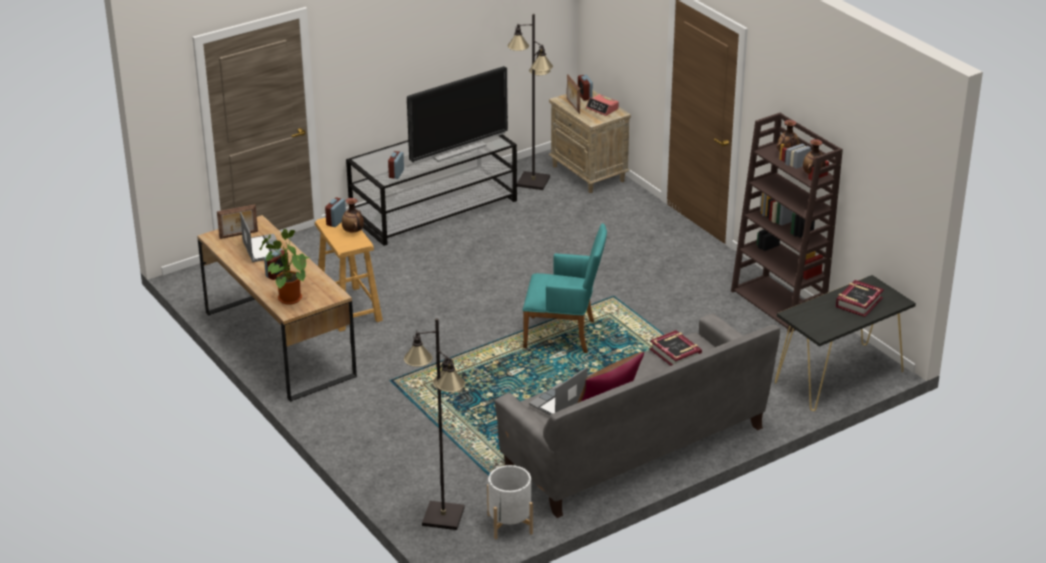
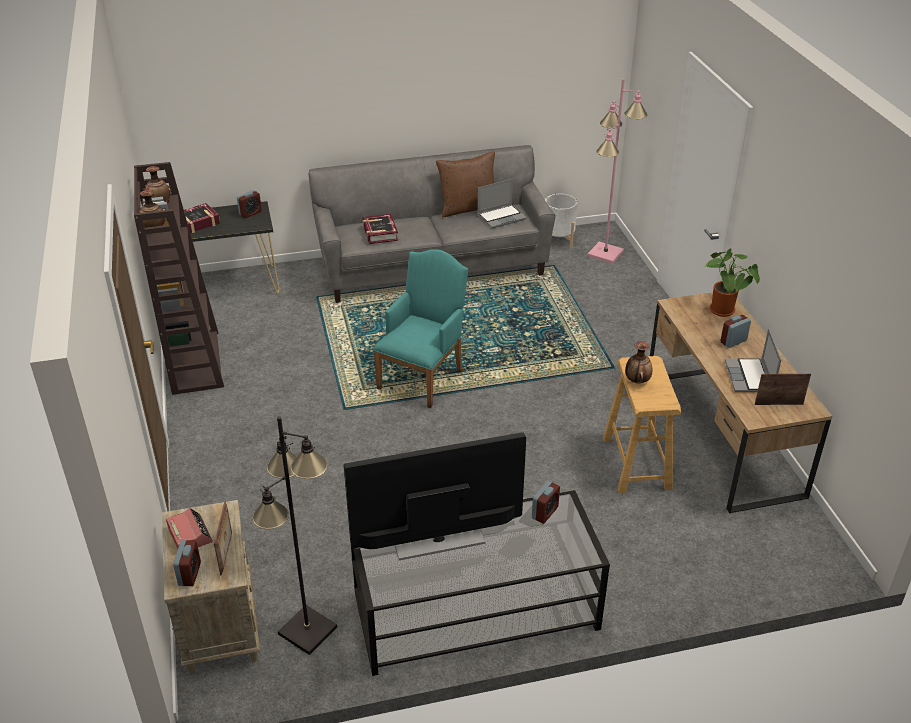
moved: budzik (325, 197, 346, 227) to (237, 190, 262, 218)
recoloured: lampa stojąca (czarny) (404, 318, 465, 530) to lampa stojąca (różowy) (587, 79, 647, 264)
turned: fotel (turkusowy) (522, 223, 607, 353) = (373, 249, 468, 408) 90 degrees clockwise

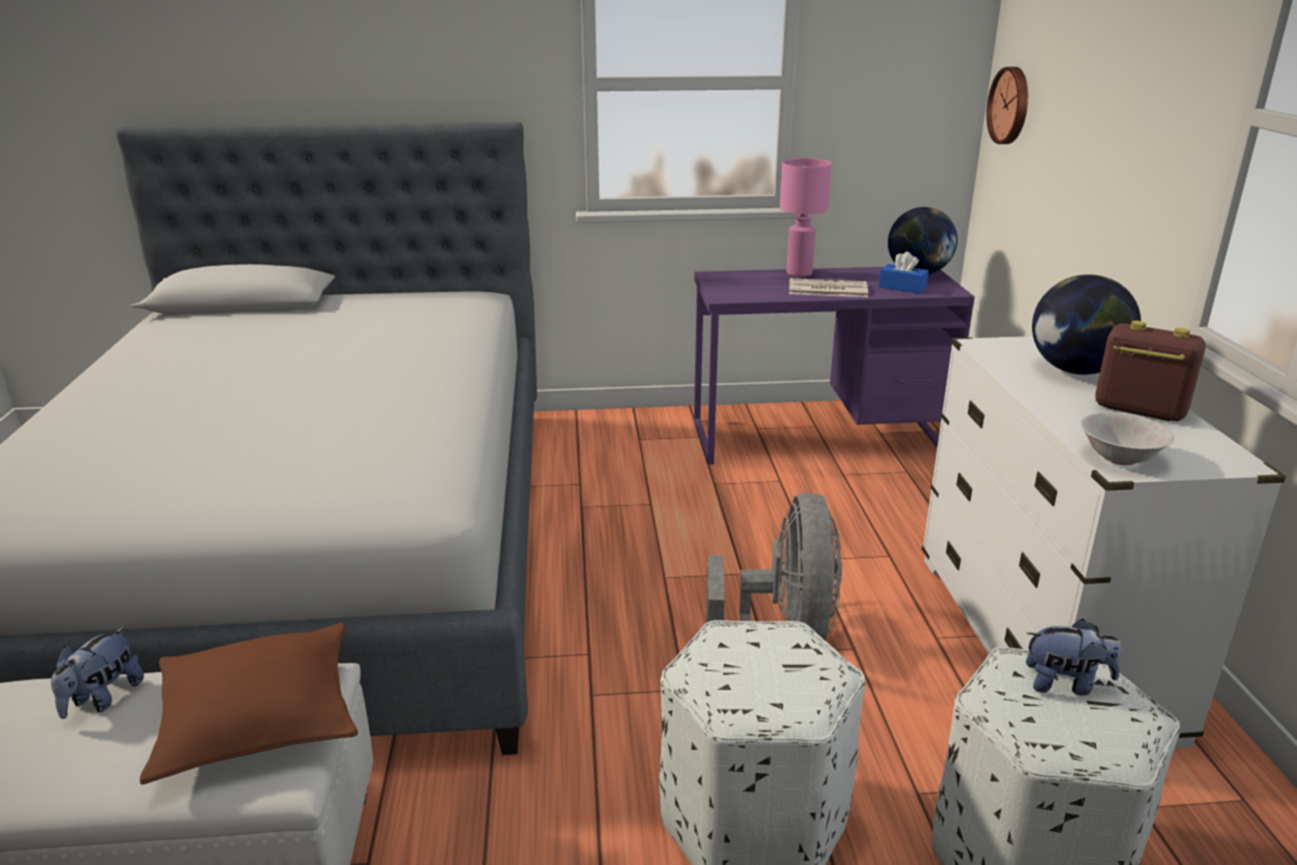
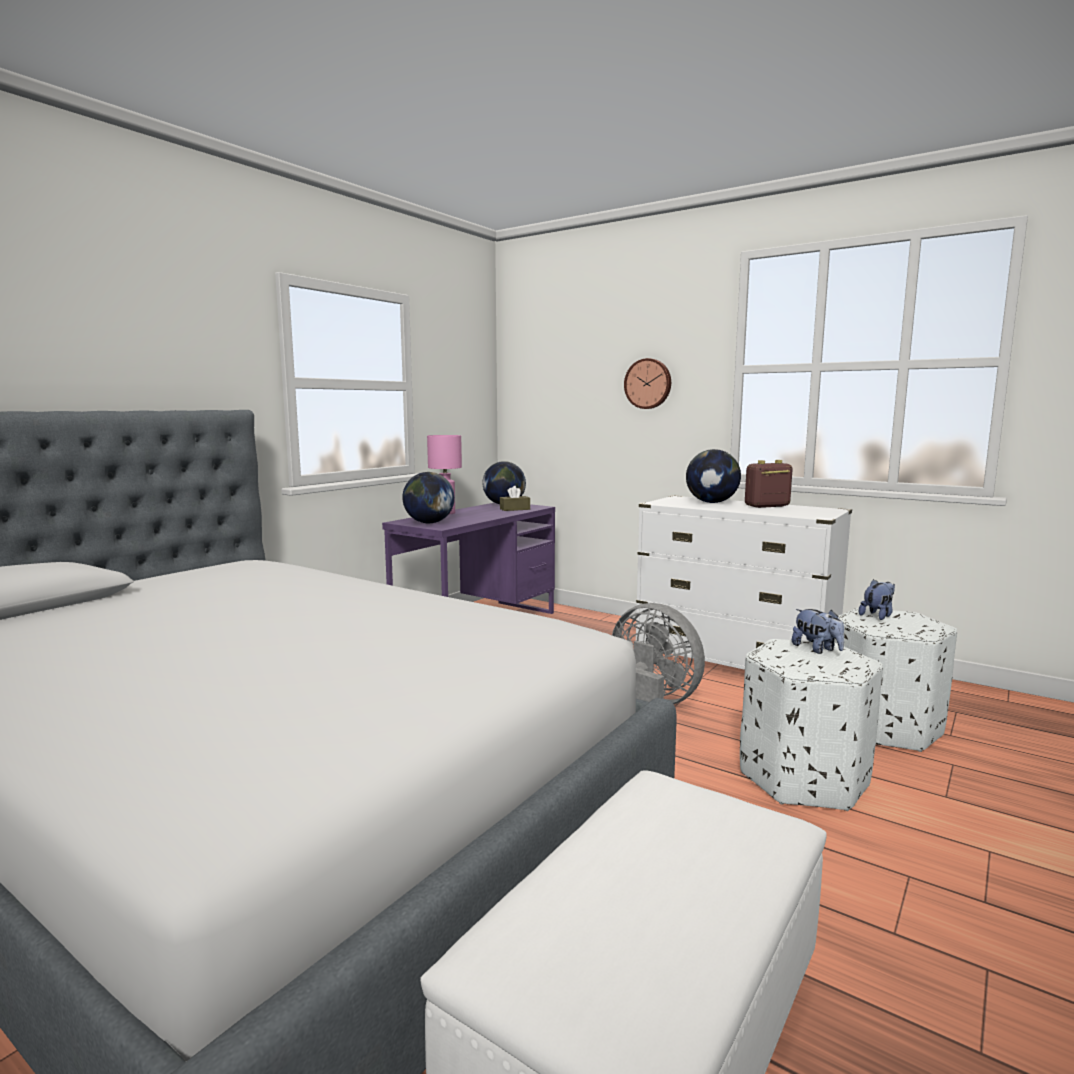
removed: poduszka (brązowy) (140, 622, 358, 785); gazeta (789, 278, 868, 297); miska (biały) (1080, 412, 1174, 465)
added: globus (402, 472, 455, 523)
moved: pluszak (51, 626, 144, 719) to (792, 609, 844, 654); zegar ścienny (987, 67, 1028, 144) to (624, 358, 671, 409)
recoloured: pudełko chusteczek (niebieski) (879, 252, 929, 294) to pudełko chusteczek (brązowy) (500, 486, 530, 511)

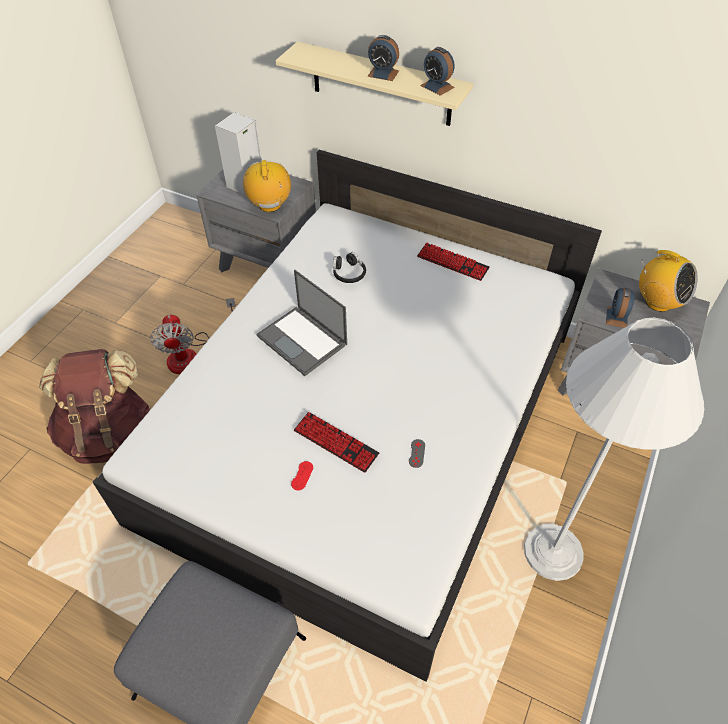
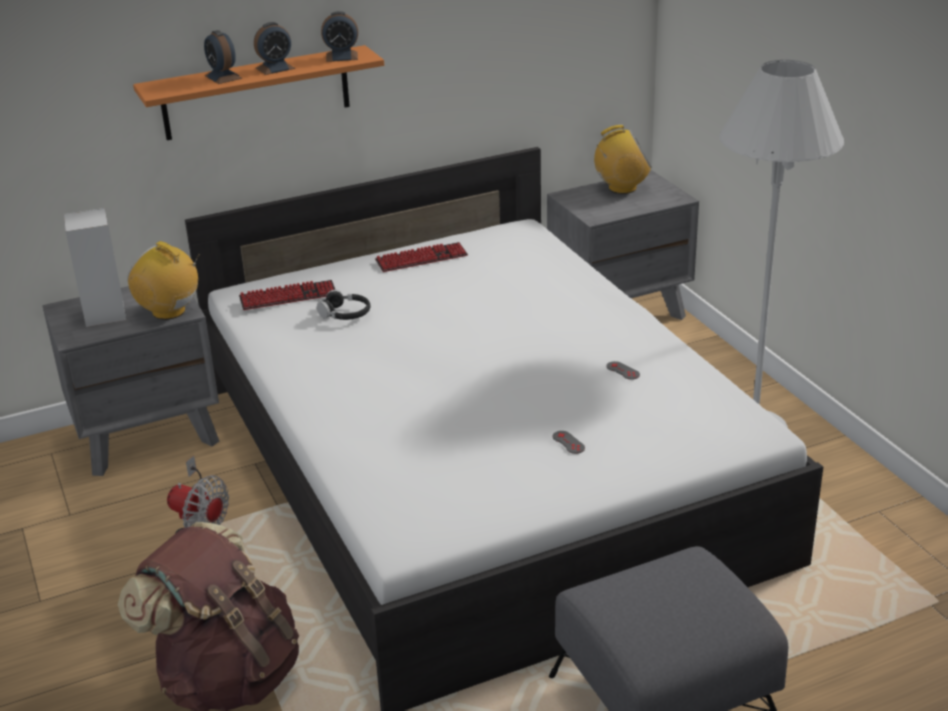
removed: laptop (257, 270, 347, 376)
moved: klawiatura (294, 412, 379, 473) to (239, 280, 335, 310); budzik (606, 288, 635, 328) to (204, 30, 242, 84)
recoloured: półka (beżowy) (276, 41, 473, 126) to półka (pomarańczowy) (133, 45, 384, 140); pad do gier (czerwony) (291, 461, 313, 490) to pad do gier (szary) (553, 431, 585, 454)

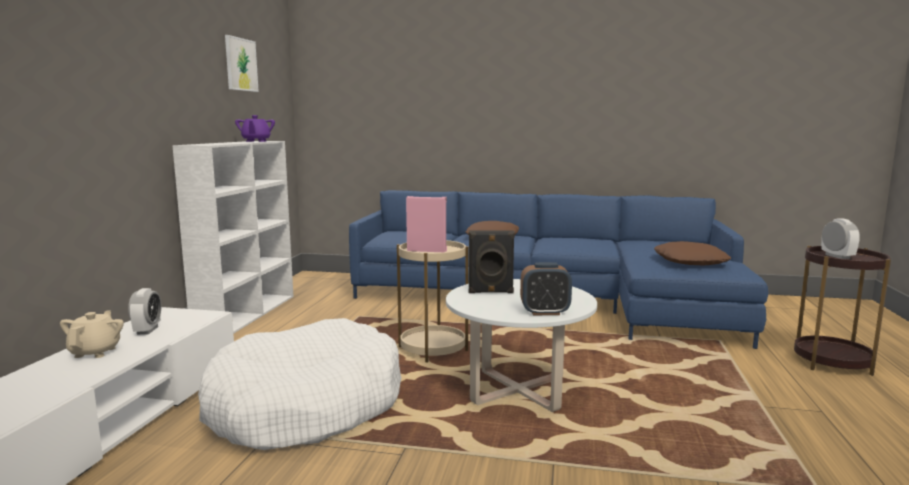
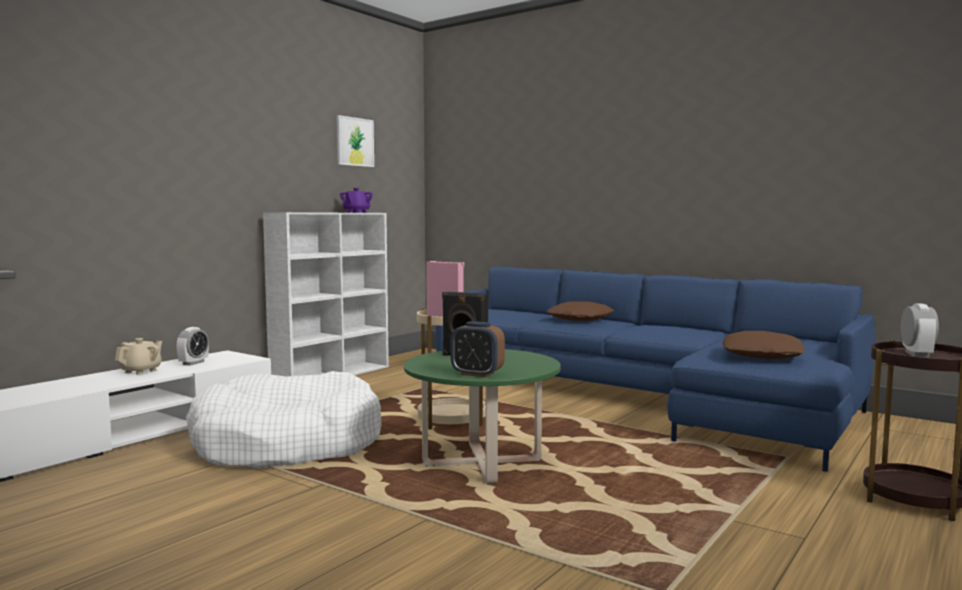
recoloured: ława (biały) (446, 279, 597, 412) to ława (zielony) (404, 349, 561, 483)

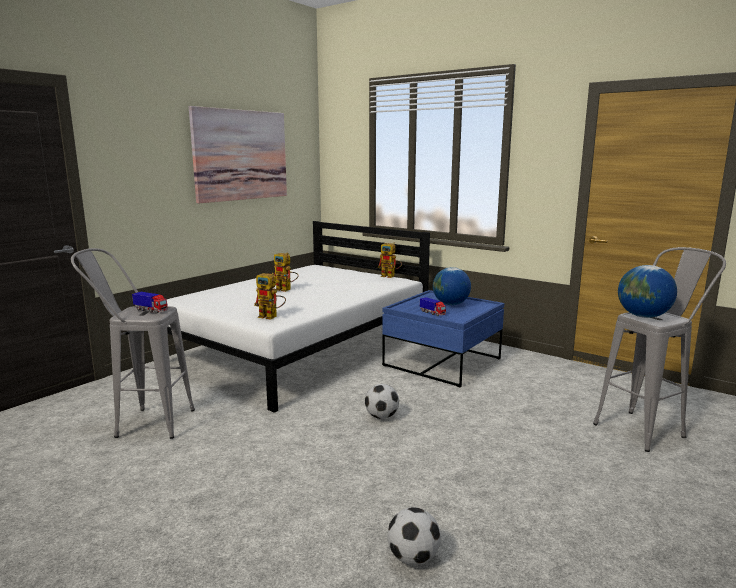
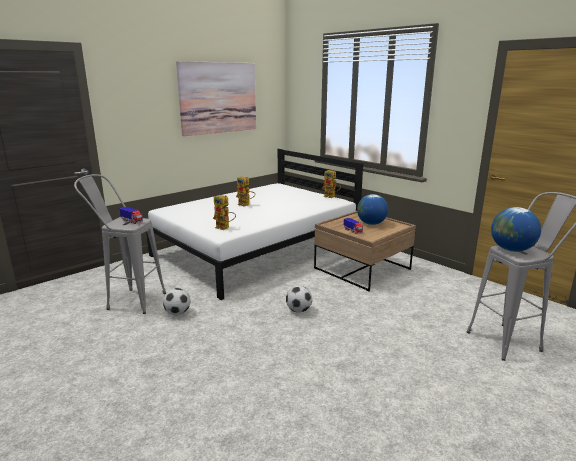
moved: piłka futbolowa (387, 507, 440, 566) to (163, 288, 190, 315)
recoloured: ława (niebieski) (382, 290, 504, 387) to ława (brązowy) (314, 211, 416, 291)

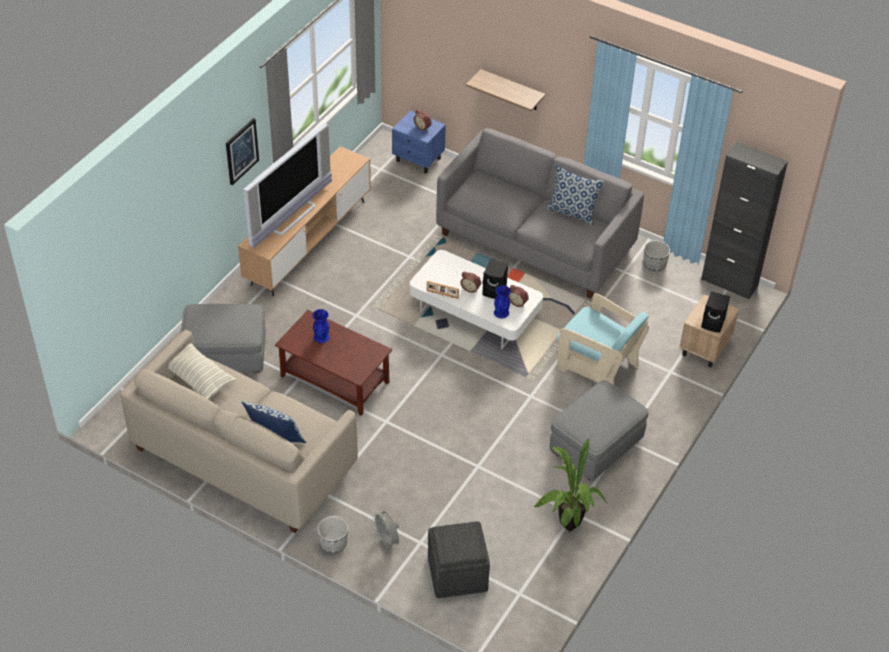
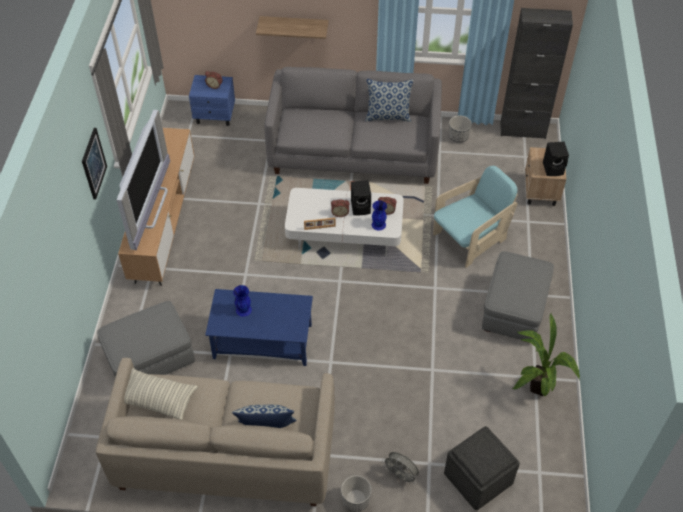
recoloured: ława (brązowy) (275, 310, 392, 416) to ława (niebieski) (205, 289, 313, 366)
turned: fotel (turkusowy) (557, 293, 649, 385) = (433, 166, 517, 268) 45 degrees counterclockwise

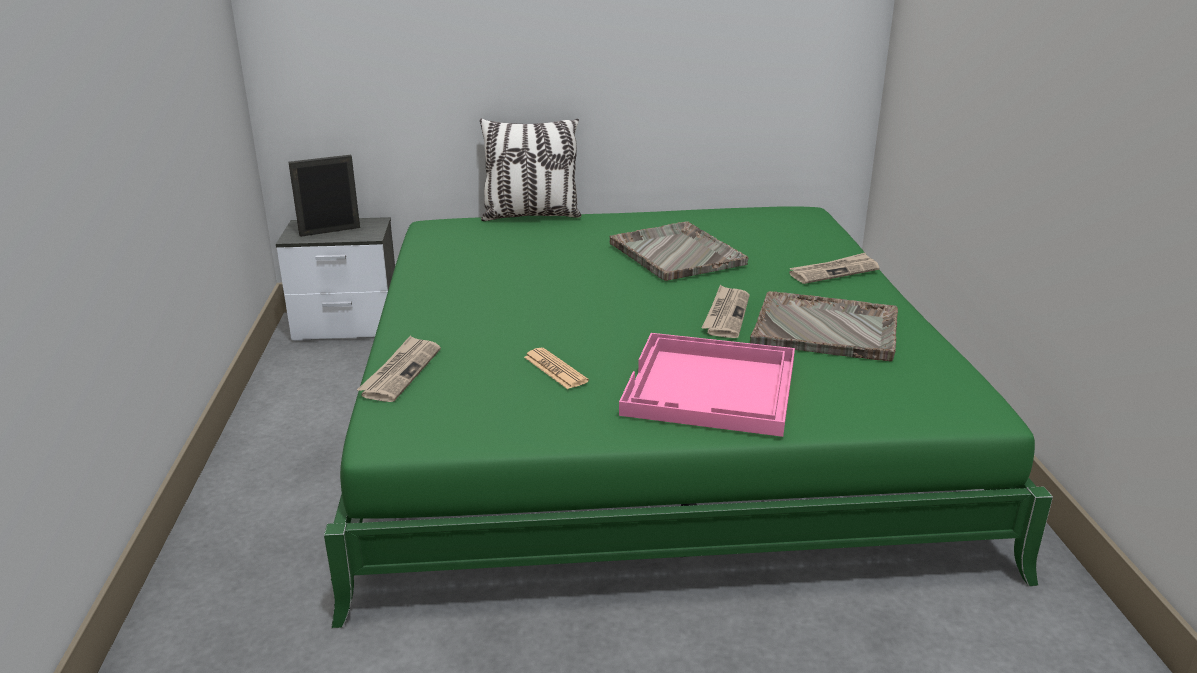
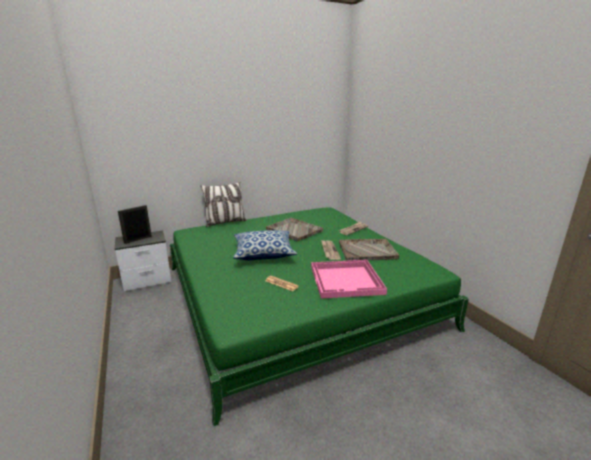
removed: gazeta (357, 335, 441, 402)
added: poduszka (233, 230, 297, 260)

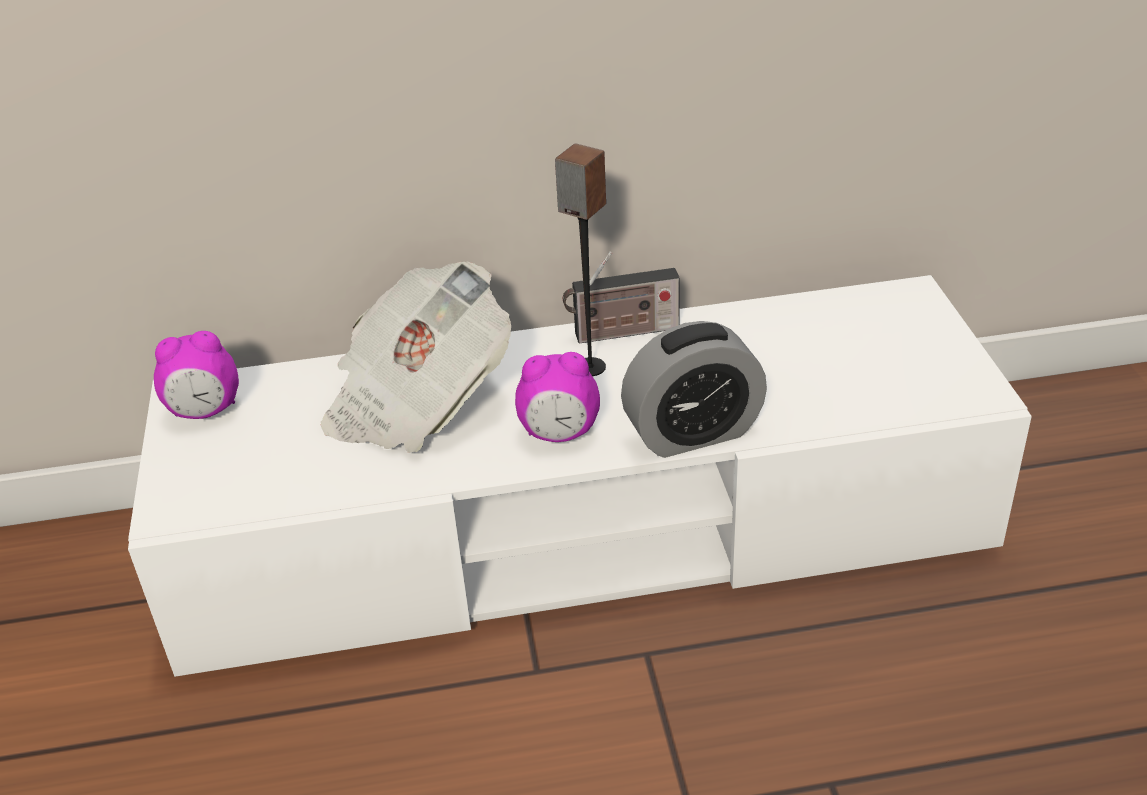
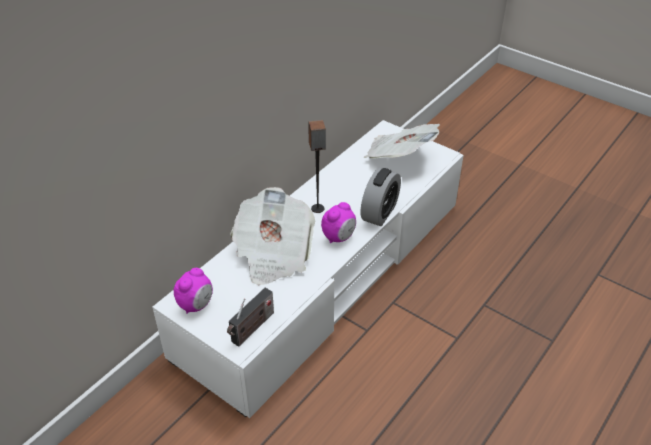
added: gazeta (364, 124, 440, 159)
moved: radio (563, 252, 680, 344) to (227, 288, 274, 347)

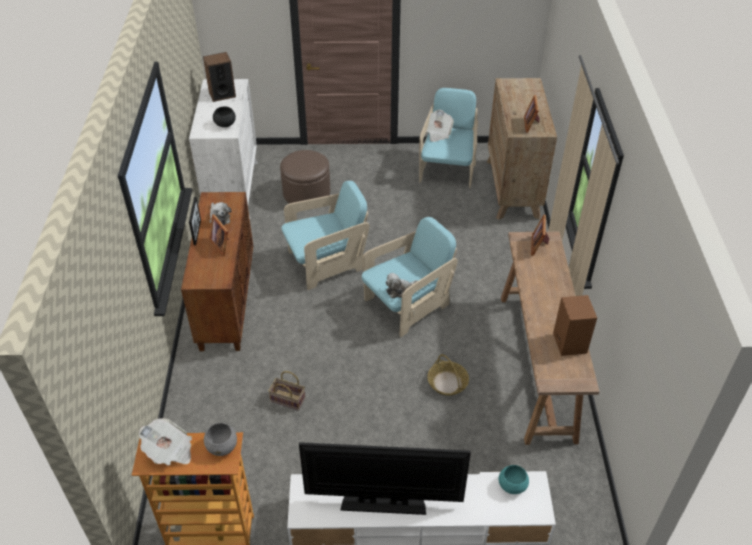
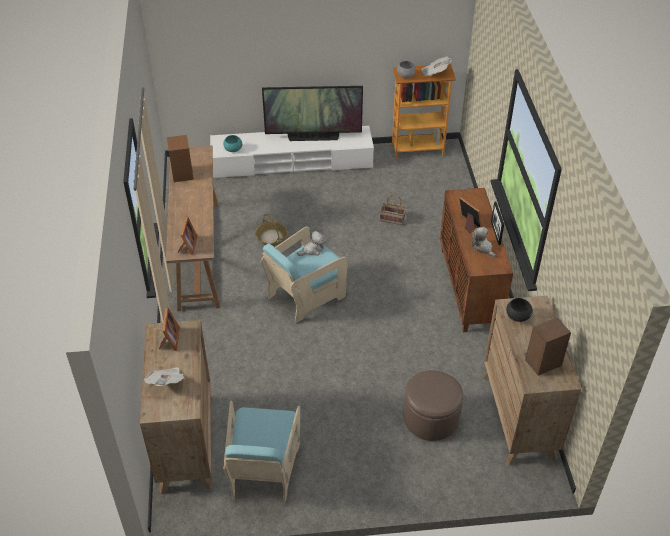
removed: fotel (turkusowy) (282, 181, 369, 290)
moved: gazeta (424, 110, 454, 142) to (144, 367, 185, 386)
recoloured: komoda (biały) (189, 79, 258, 219) to komoda (brązowy) (483, 296, 581, 465)

